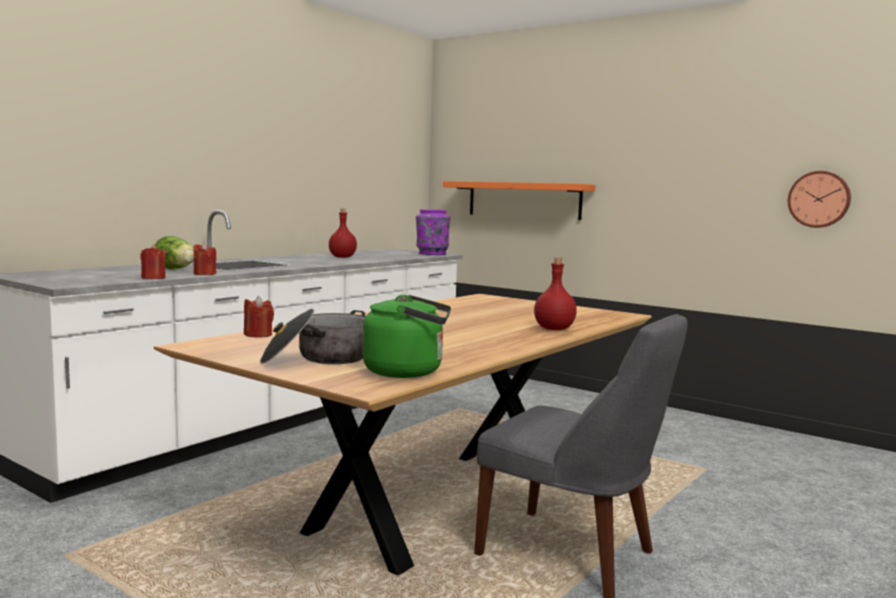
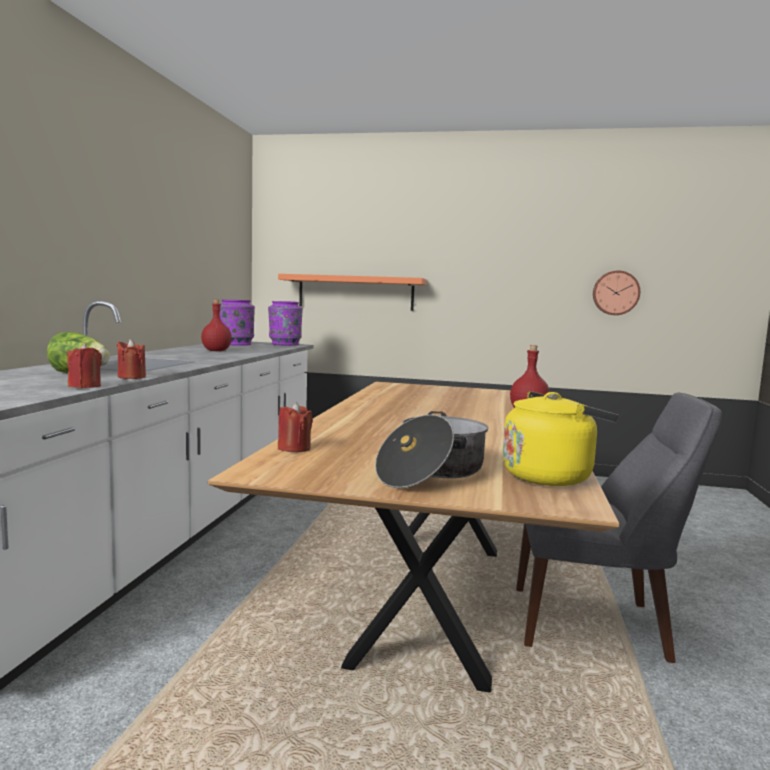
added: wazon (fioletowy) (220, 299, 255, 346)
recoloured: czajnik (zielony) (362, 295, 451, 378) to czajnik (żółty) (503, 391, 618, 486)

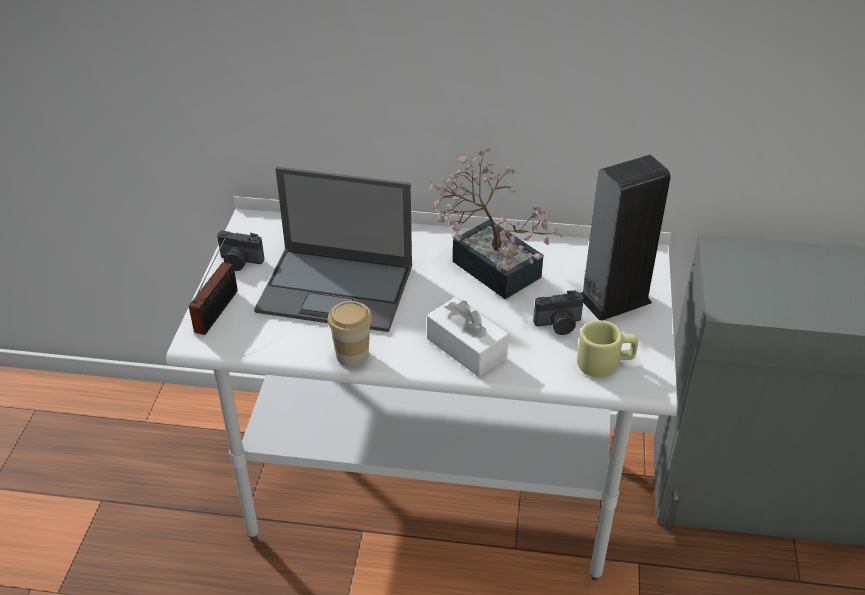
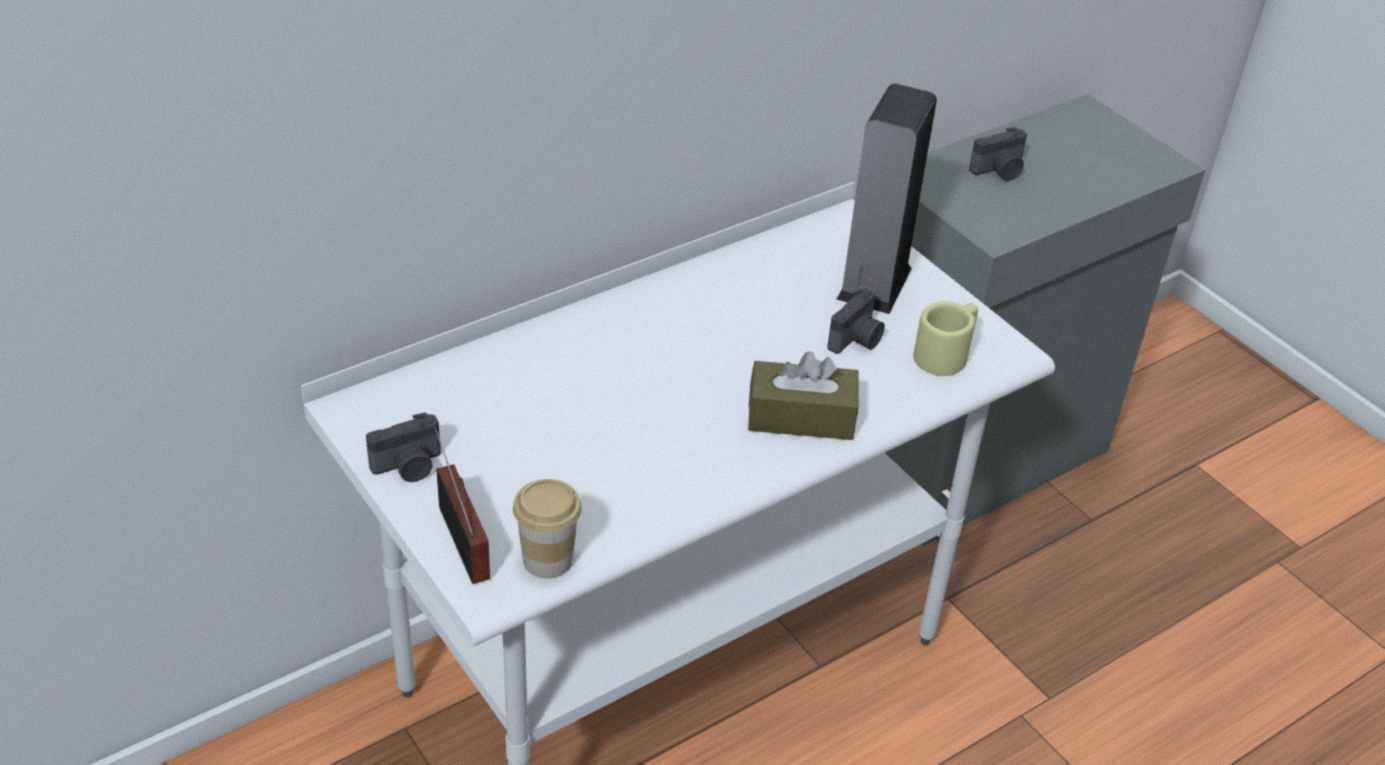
removed: laptop (254, 167, 412, 332); roślina doniczkowa (428, 148, 562, 299)
added: aparat fotograficzny (969, 127, 1027, 181)
moved: filiżanka (327, 301, 372, 367) to (513, 479, 582, 579)
recoloured: pudełko chusteczek (biały) (427, 297, 509, 377) to pudełko chusteczek (brązowy) (748, 351, 859, 440)

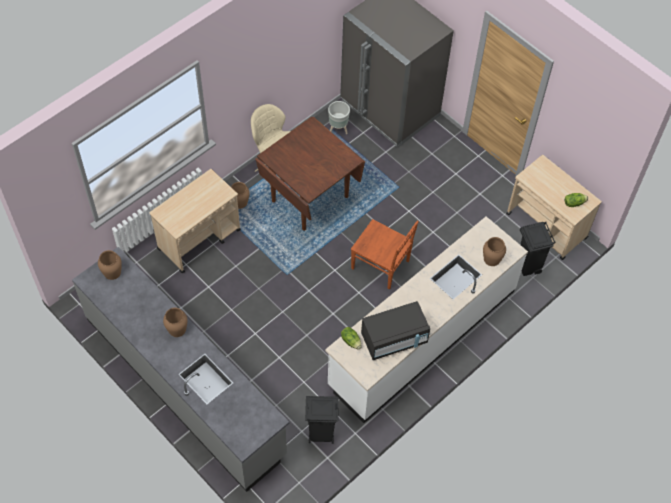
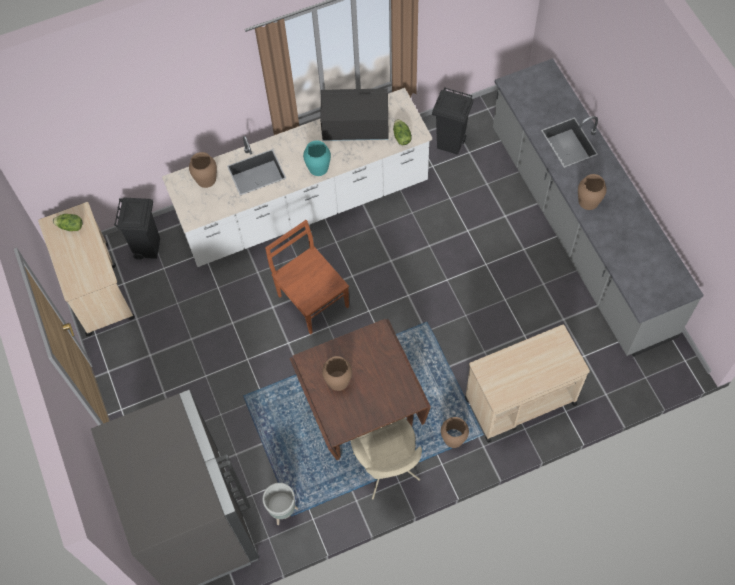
added: wazon (turkusowy) (303, 140, 331, 176)
moved: wazon (brązowy) (98, 250, 122, 280) to (322, 356, 352, 391)

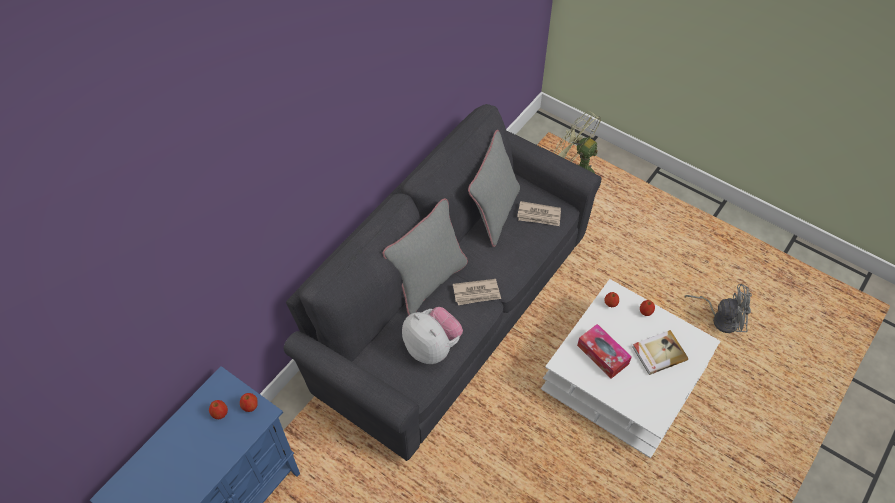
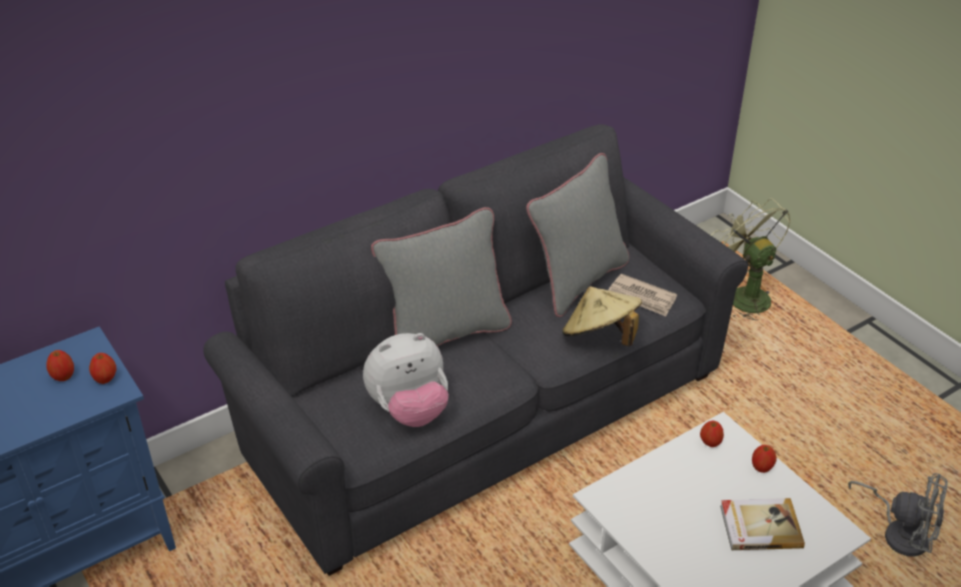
removed: gazeta (453, 279, 501, 305); pudełko chusteczek (577, 324, 632, 379)
added: kapelusz (beżowy) (562, 286, 642, 346)
turned: pluszak (402, 307, 463, 364) = (363, 333, 449, 427) 90 degrees clockwise

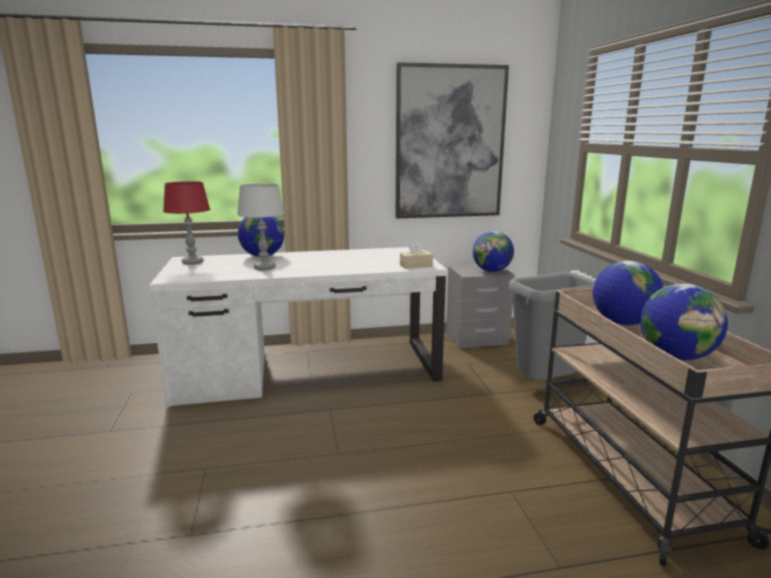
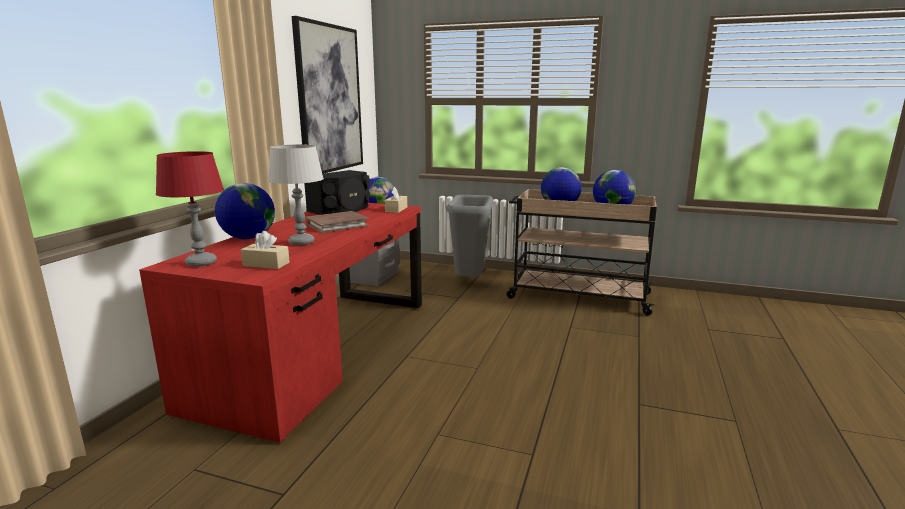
added: pudełko chusteczek (beżowy) (241, 231, 290, 269); głośnik (czarny) (304, 170, 370, 215); książka (brązowy) (306, 211, 369, 233)
recoloured: biurko (biały) (149, 247, 447, 407) to biurko (czerwony) (139, 203, 422, 443)

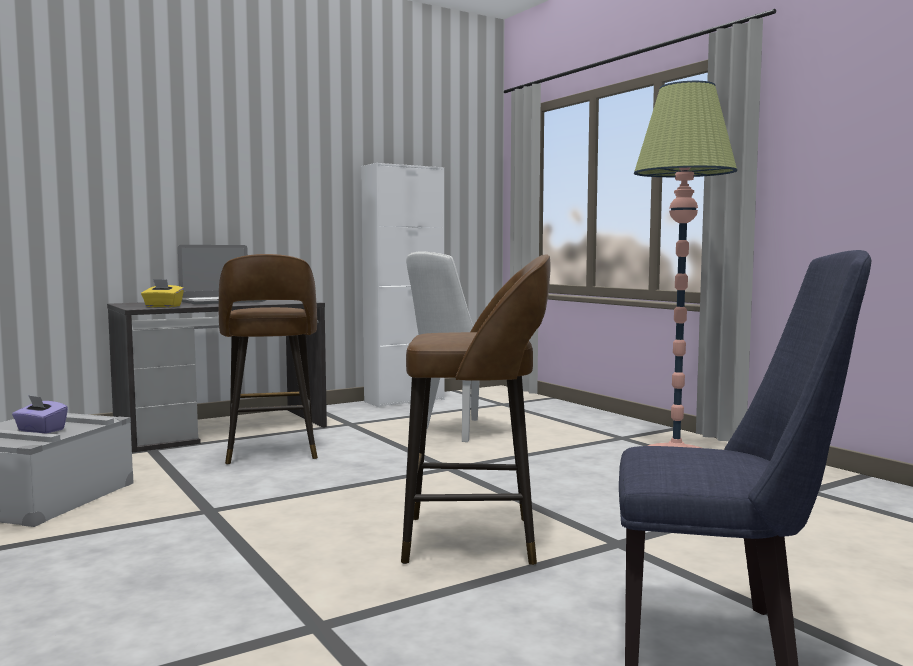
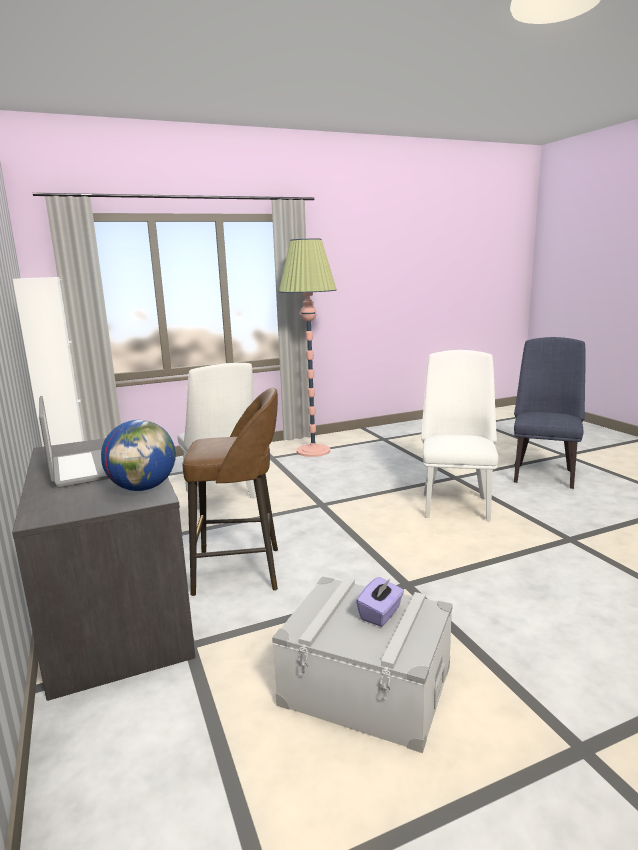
replaced: pudełko chusteczek (żółty) (141, 279, 184, 307) to globus (101, 420, 176, 491); stołek (brązowy) (401, 254, 551, 566) to krzesło (biały) (421, 350, 498, 521)

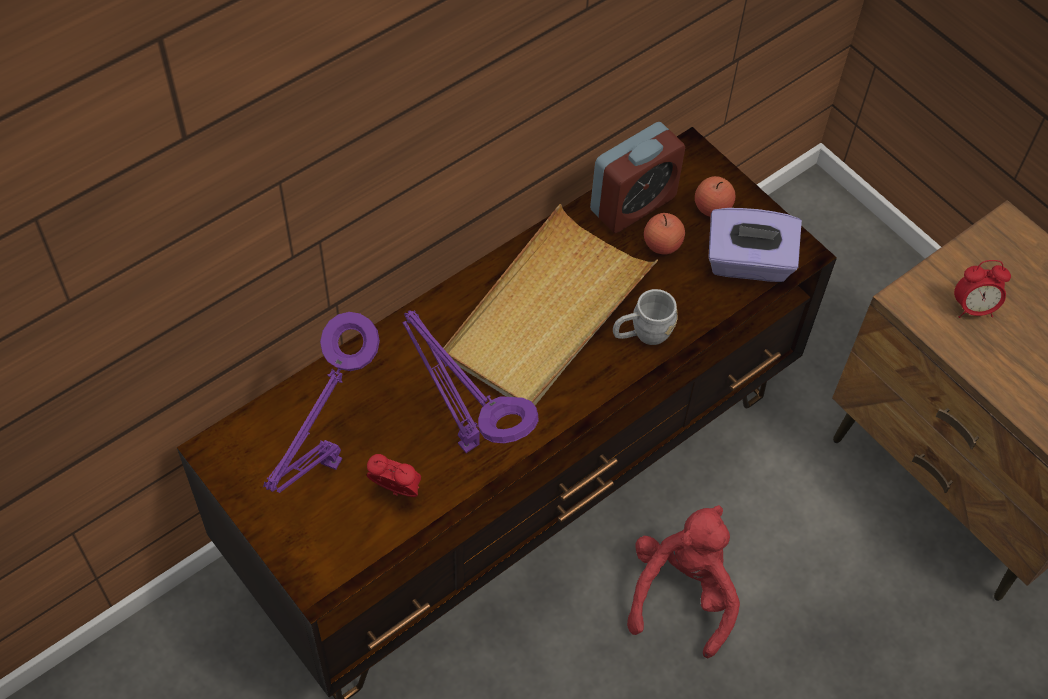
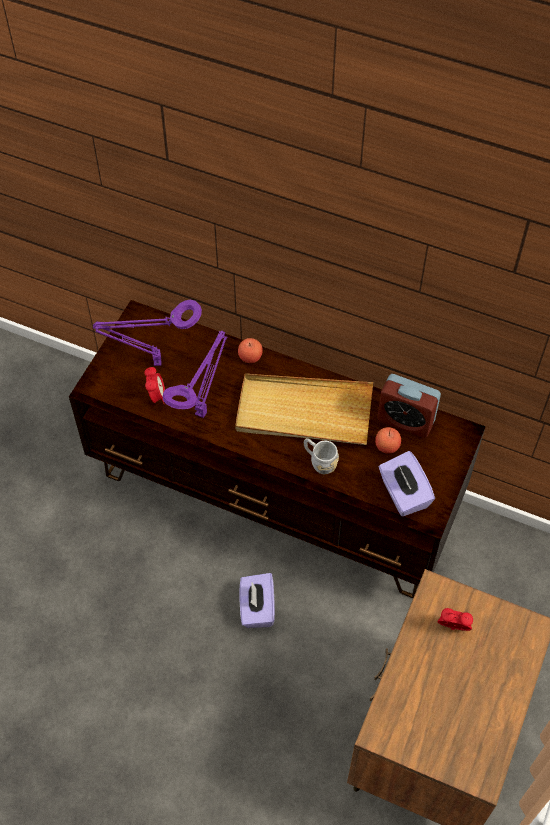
moved: jabłko (695, 176, 735, 217) to (238, 338, 263, 363)
replaced: pluszak (czerwony) (627, 505, 740, 658) to pudełko chusteczek (fioletowy) (240, 573, 275, 628)
turned: budzik (954, 260, 1011, 318) = (438, 608, 473, 631) 135 degrees clockwise

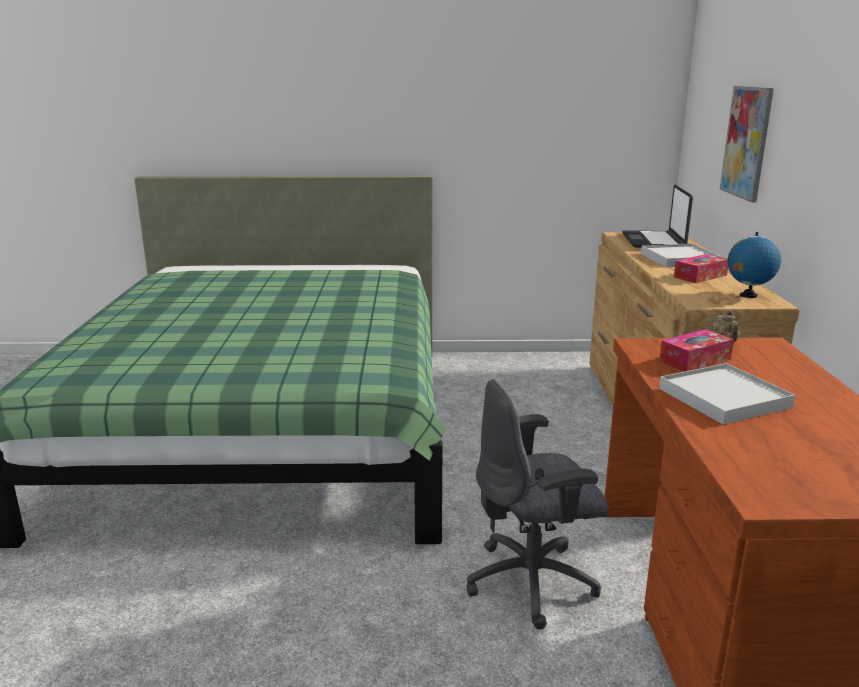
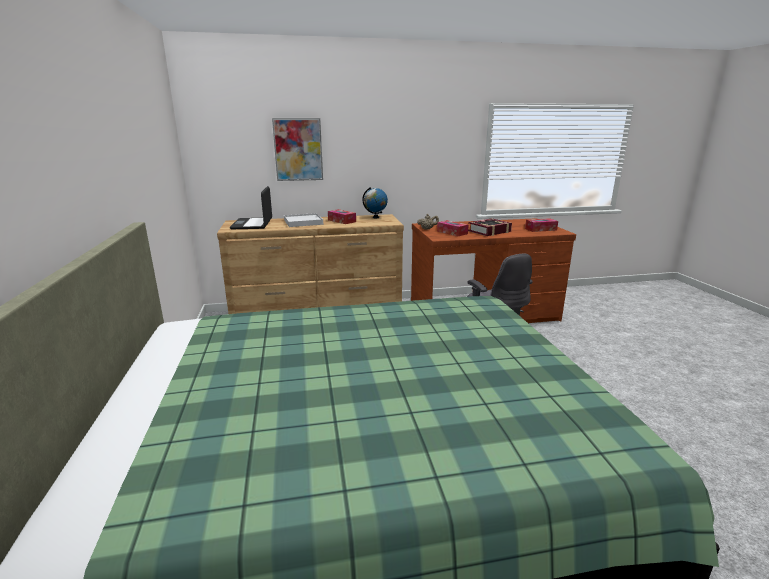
added: pudełko chusteczek (525, 218, 558, 232)
replaced: taca (biały) (659, 363, 796, 425) to książka (468, 219, 512, 236)
turned: laptop (622, 185, 693, 248) = (230, 186, 272, 229) 90 degrees clockwise

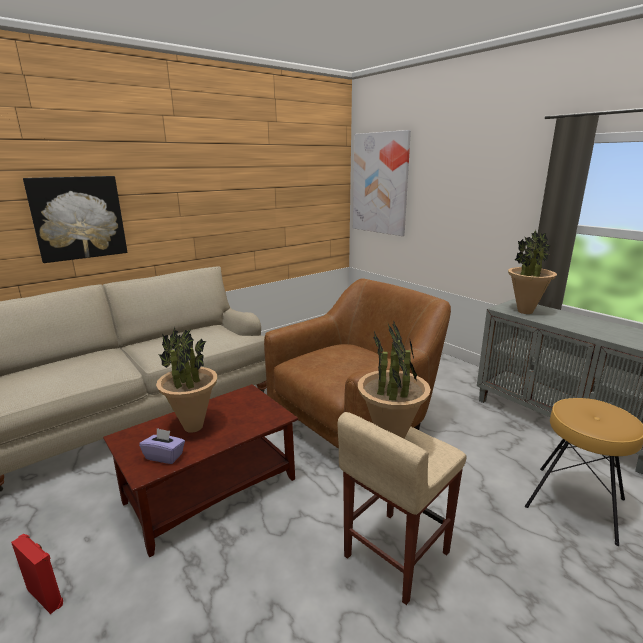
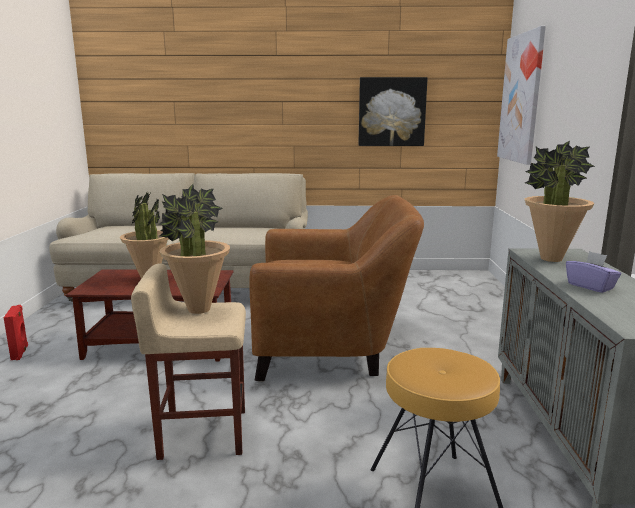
moved: obraz (23, 176, 127, 263) to (359, 77, 428, 146); pudełko chusteczek (fioletowy) (139, 428, 185, 464) to (566, 251, 621, 293)

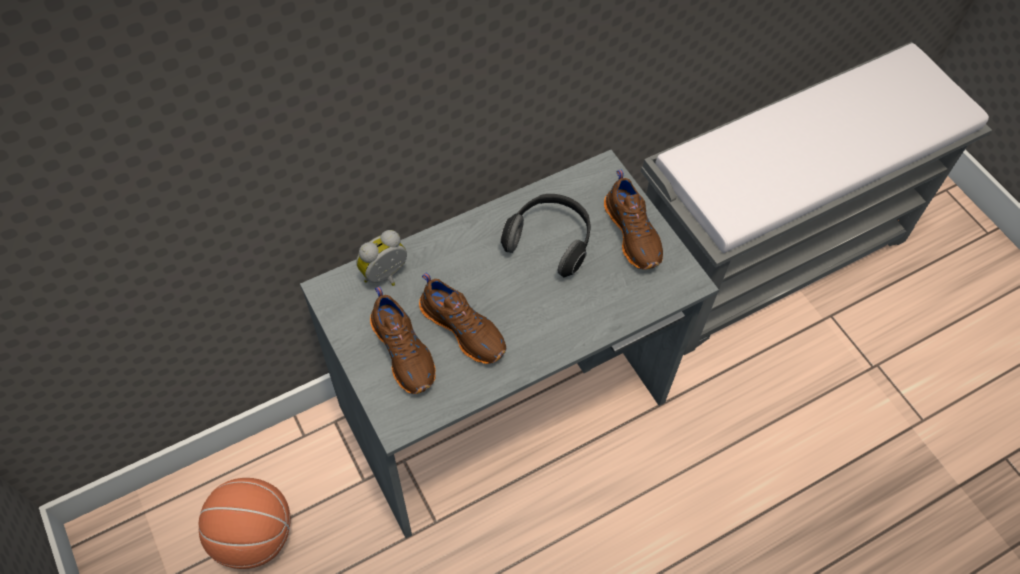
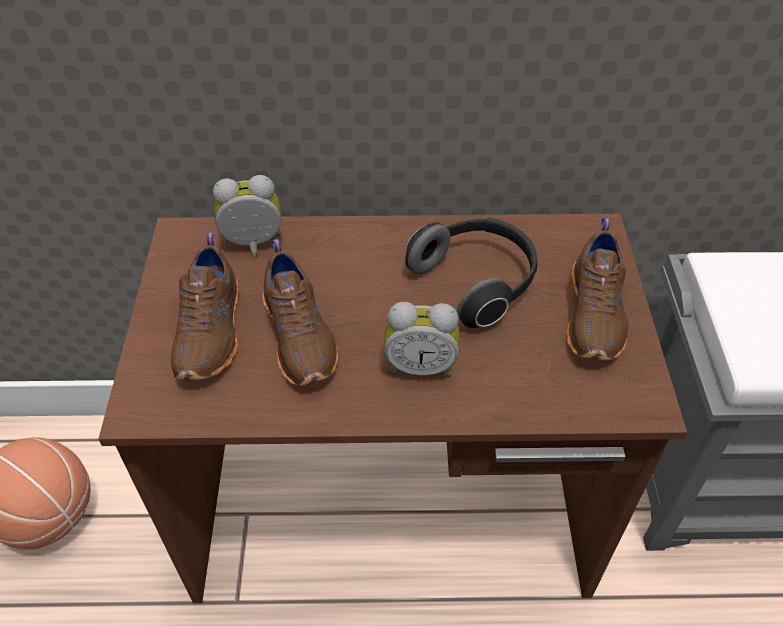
added: budzik (384, 302, 460, 377)
recoloured: biurko (szary) (300, 150, 719, 538) to biurko (brązowy) (98, 214, 687, 603)

